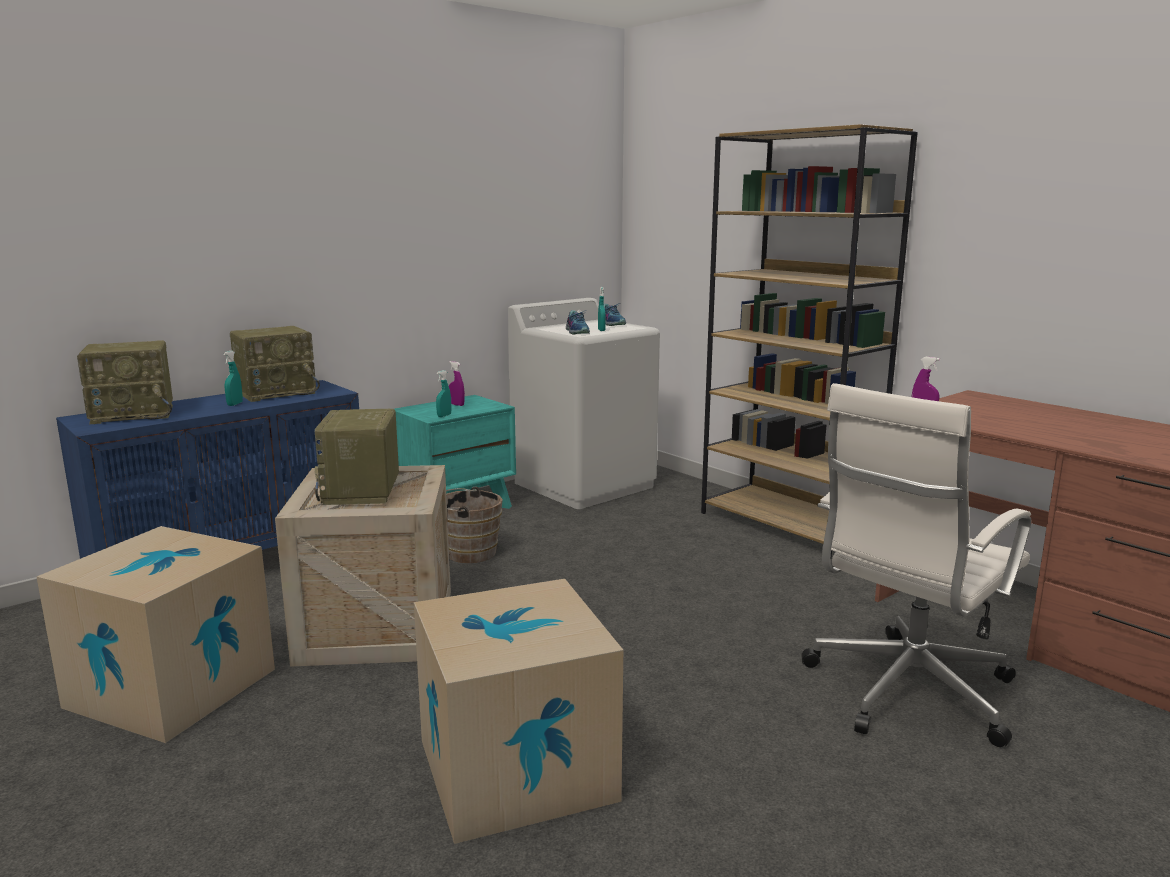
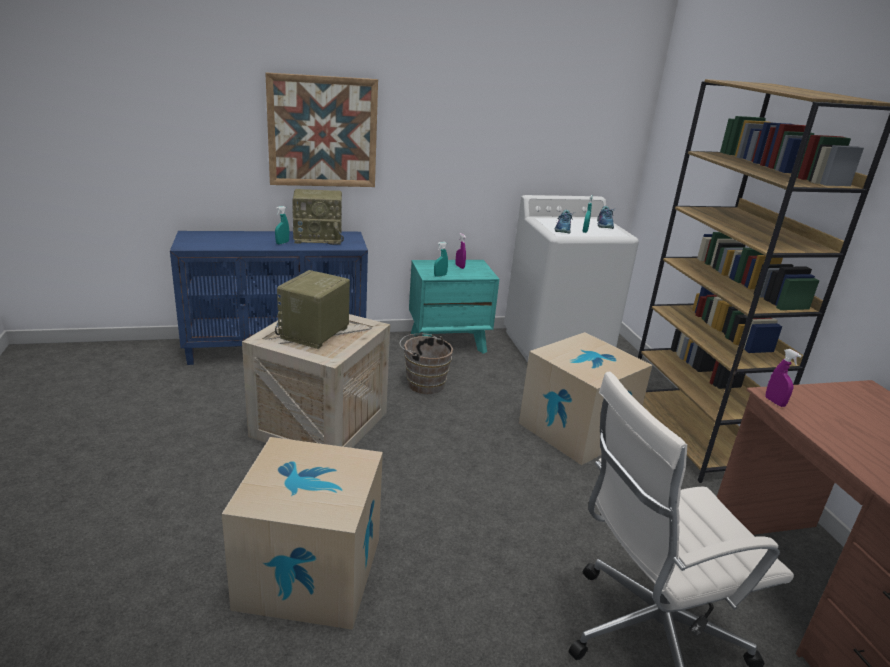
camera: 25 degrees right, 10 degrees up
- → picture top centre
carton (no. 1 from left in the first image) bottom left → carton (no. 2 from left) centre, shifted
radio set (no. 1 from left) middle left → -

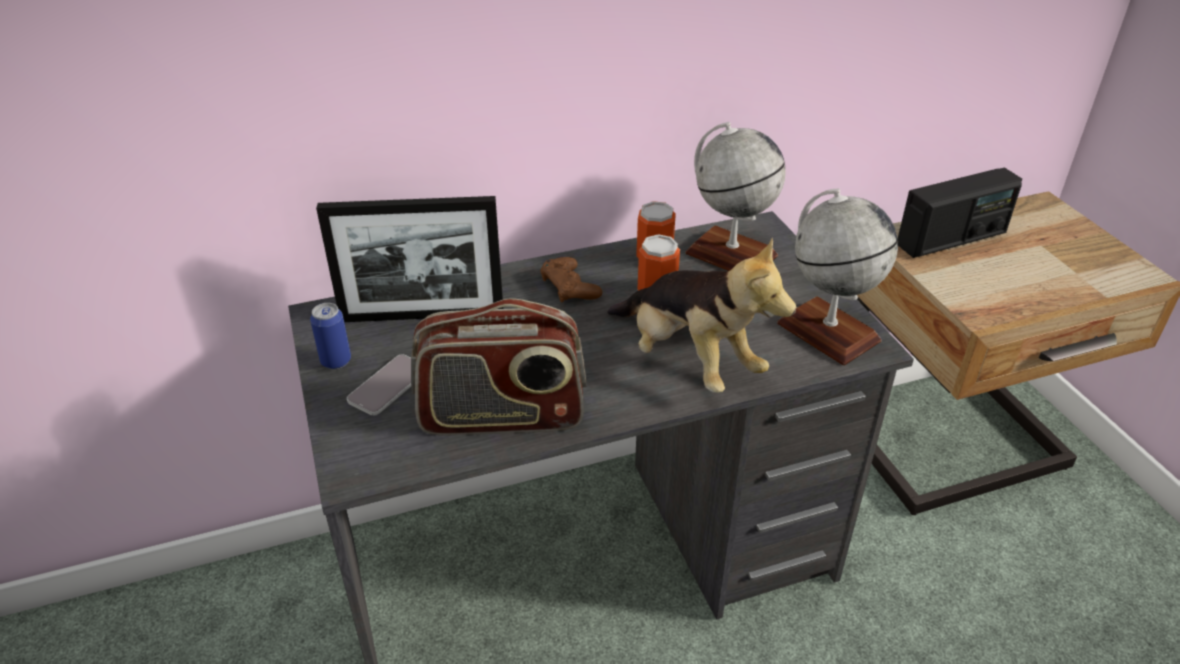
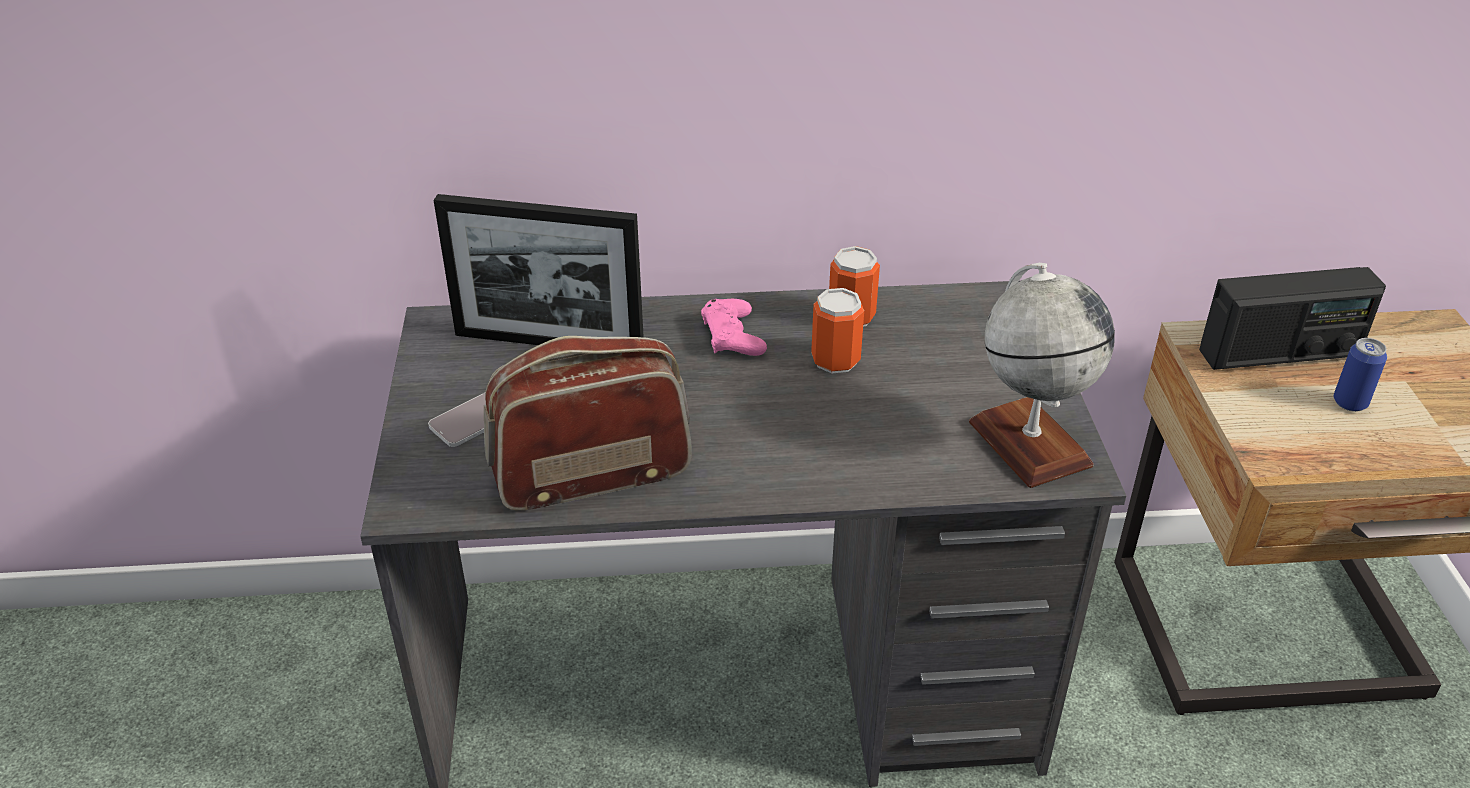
camera: 15 degrees right, 0 degrees up
radio set (no. 1 from left) centre, 150 degrees clockwise
brown-coloured game controller centre → pink-coloured game controller centre
can (no. 1 from left in the first image) middle left → can (no. 3 from left) middle right, shifted
plush toy centre → -
world globe (no. 1 from left) top centre → -

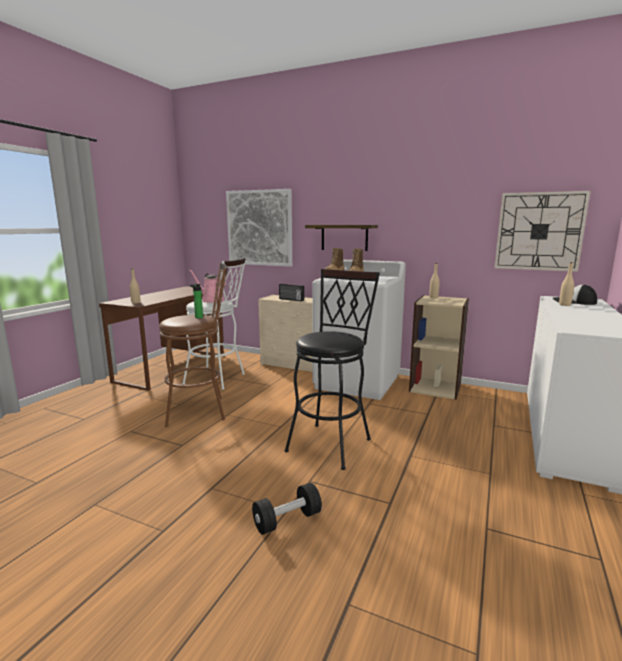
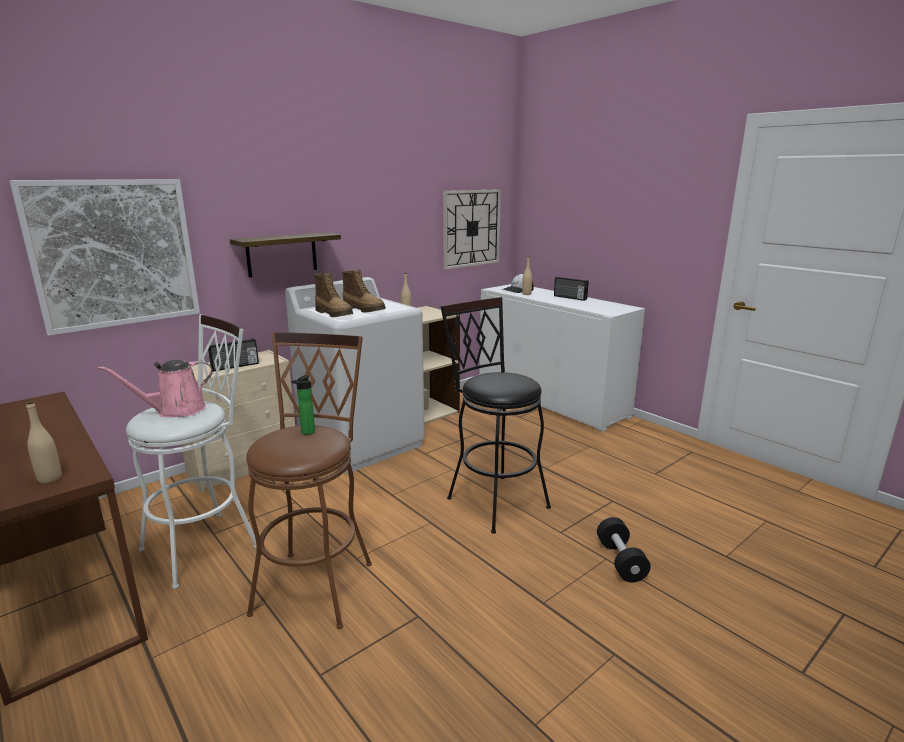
camera: 65 degrees left, 5 degrees up
- → radio set (no. 2 from left) centre

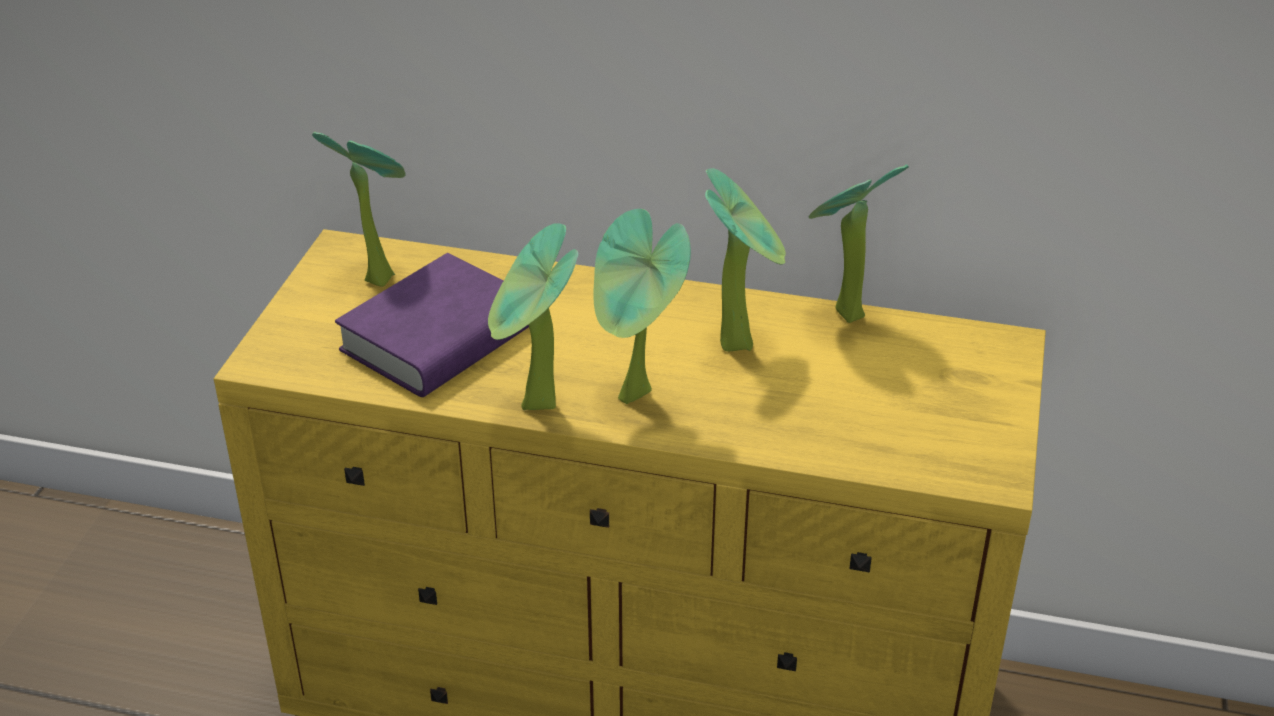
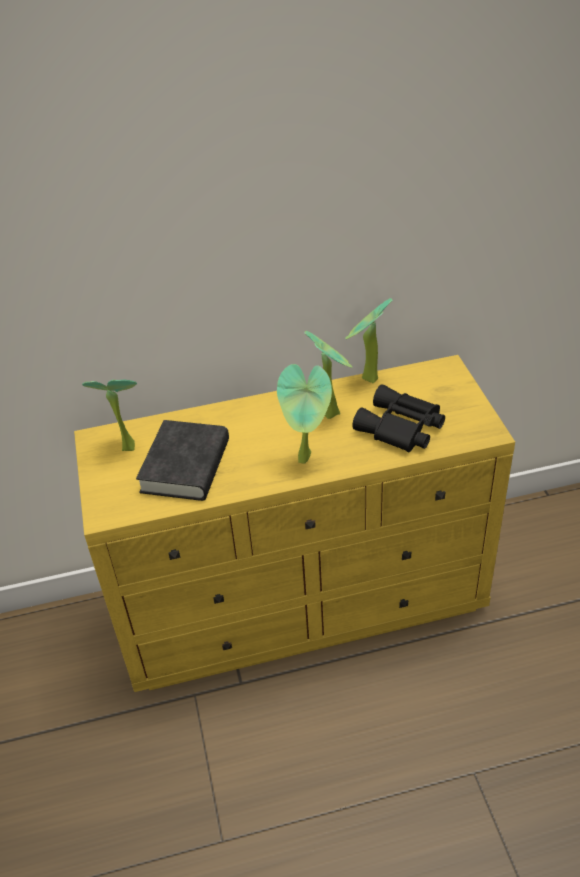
camera: 25 degrees left, 5 degrees up
purple bound book centre → blackish bound book middle left
- → blackish pair of binoculars middle right
potted plant (no. 2 from left) centre → -

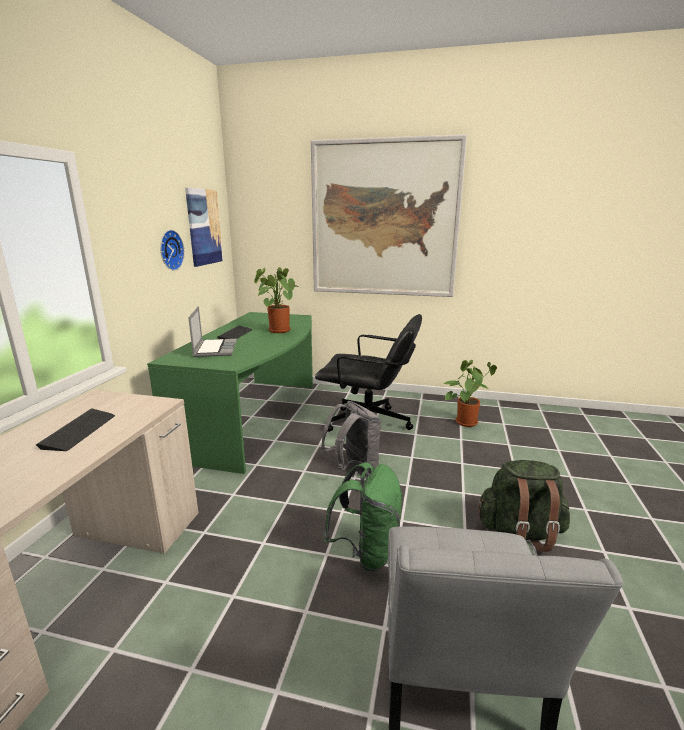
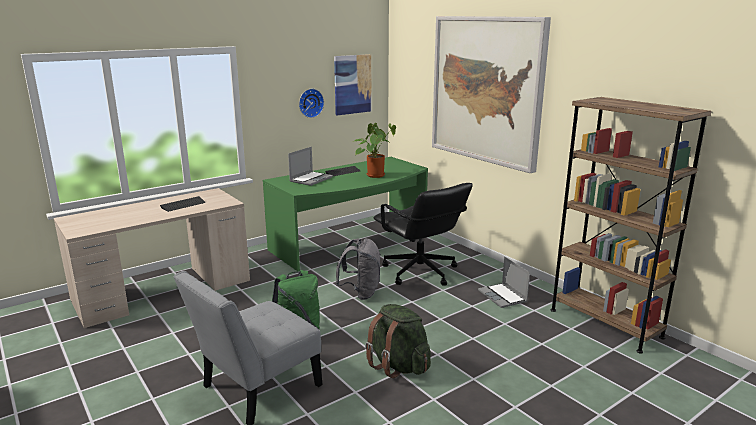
camera: 40 degrees right, 0 degrees up
potted plant (no. 2 from left) middle right → portable computer (no. 2 from left) middle right
- → brown-coloured bookshelf middle right

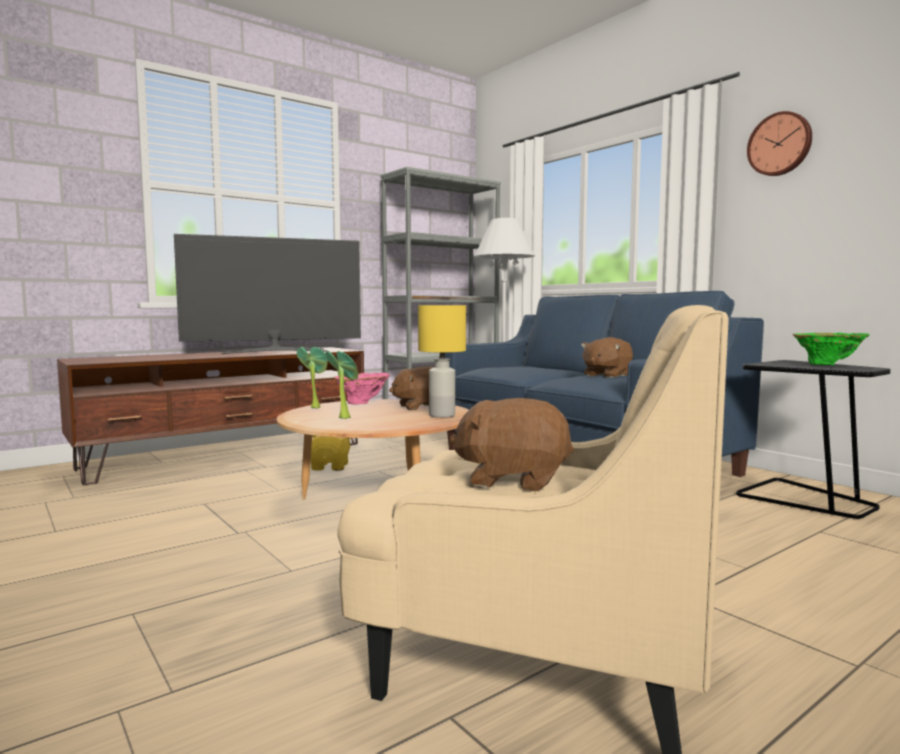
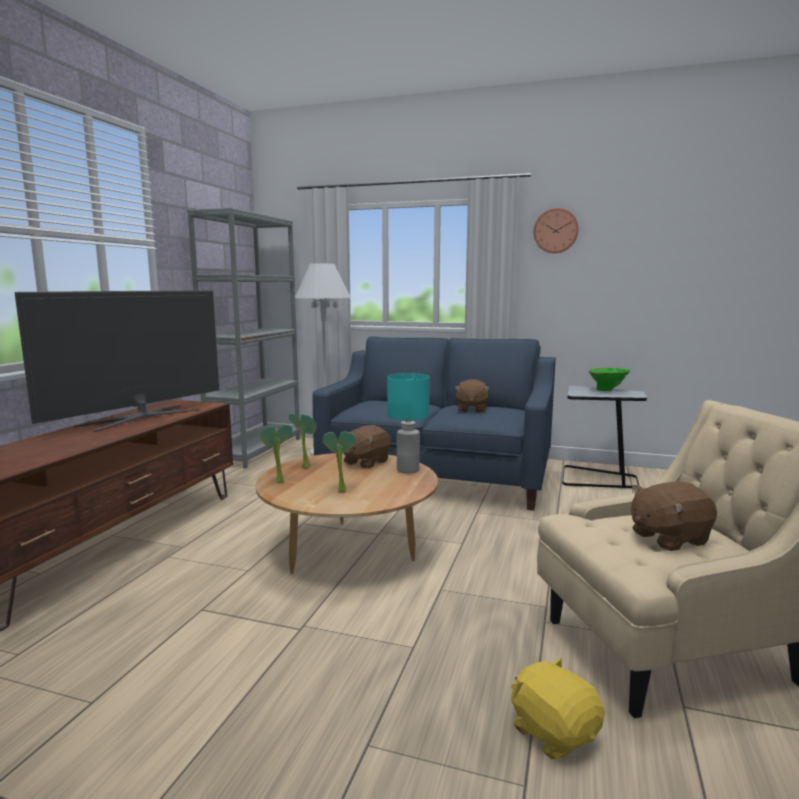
camera: 35 degrees left, 5 degrees up
pink-coloured decorative vase centre → potted plant (no. 2 from left) centre
yellowish tabletop lamp centre → blue-green tabletop lamp centre
yellowish plush toy centre → yellowish plush toy bottom right, shifted

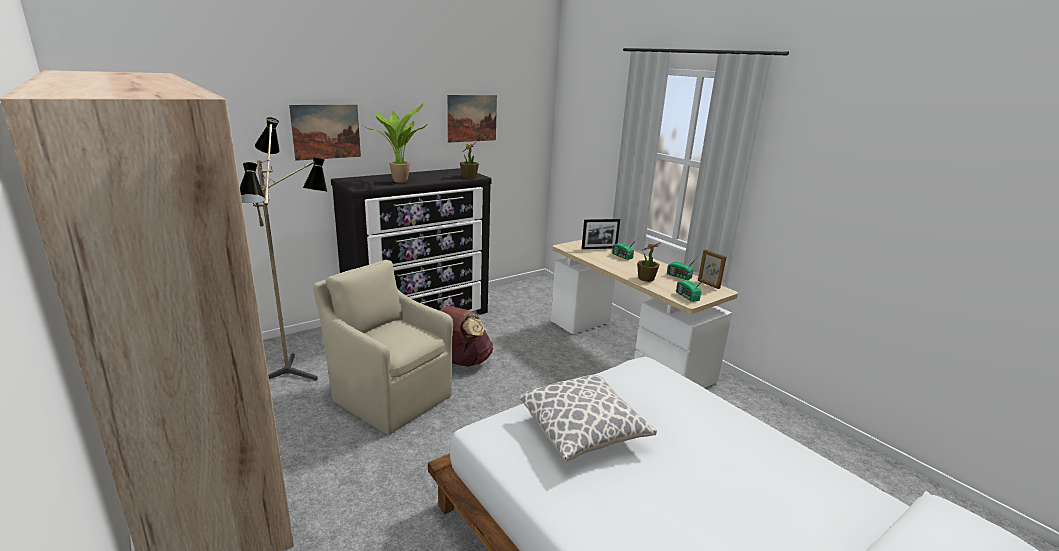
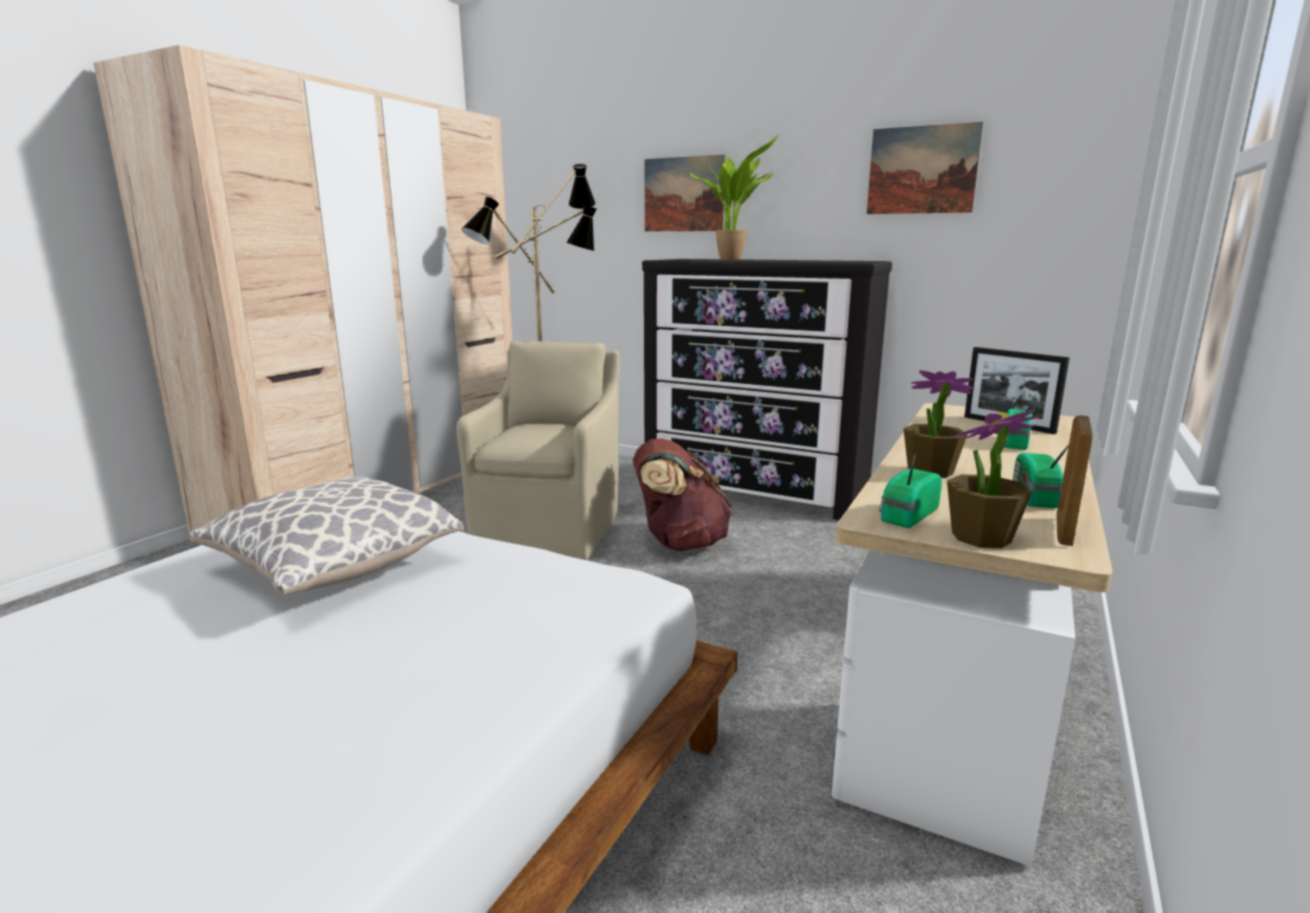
camera: 65 degrees right, 5 degrees down
potted plant (no. 2 from left in the first image) top centre → potted plant (no. 3 from left) middle right, shifted

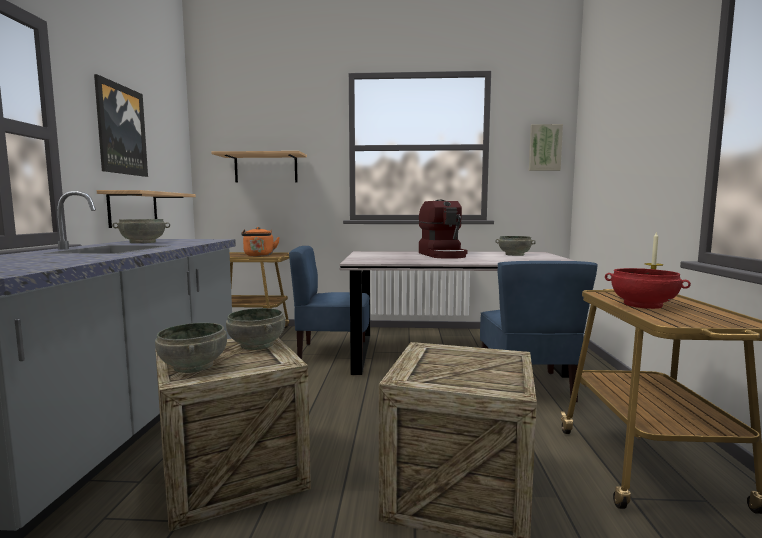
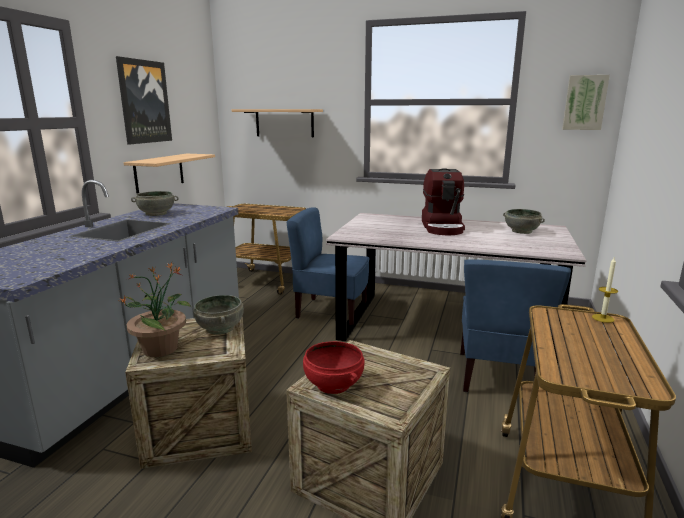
camera: 15 degrees right, 10 degrees up
greyish bowl (no. 2 from left) middle left → potted plant middle left
reddish bowl middle right → reddish bowl bottom centre, shifted
orangey tea kettle centre → -

